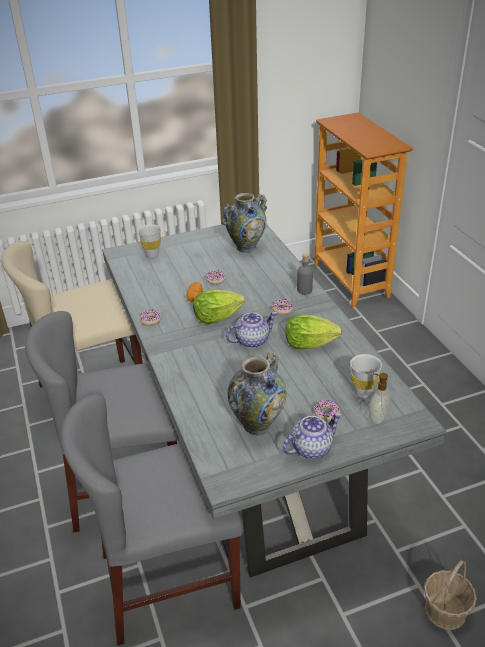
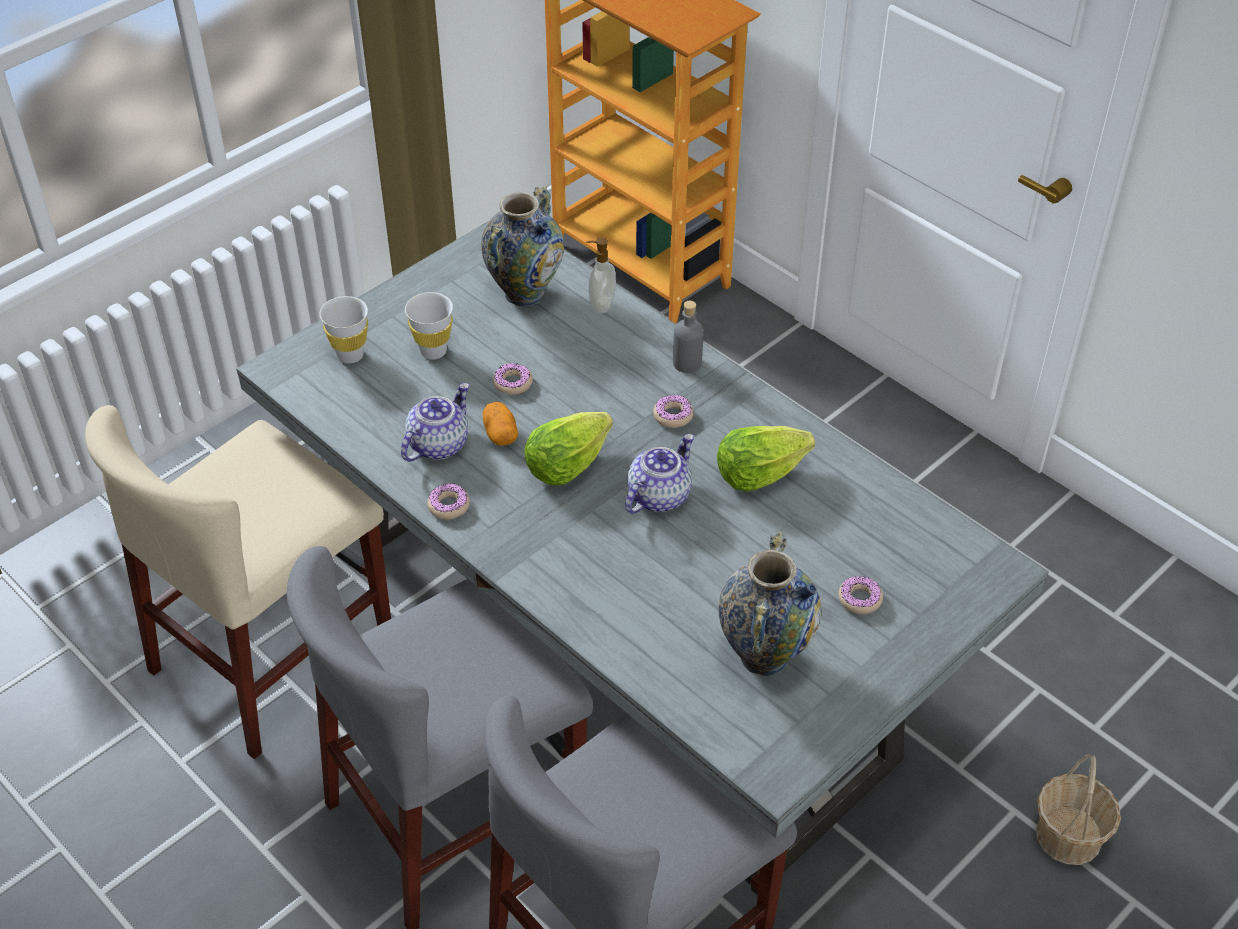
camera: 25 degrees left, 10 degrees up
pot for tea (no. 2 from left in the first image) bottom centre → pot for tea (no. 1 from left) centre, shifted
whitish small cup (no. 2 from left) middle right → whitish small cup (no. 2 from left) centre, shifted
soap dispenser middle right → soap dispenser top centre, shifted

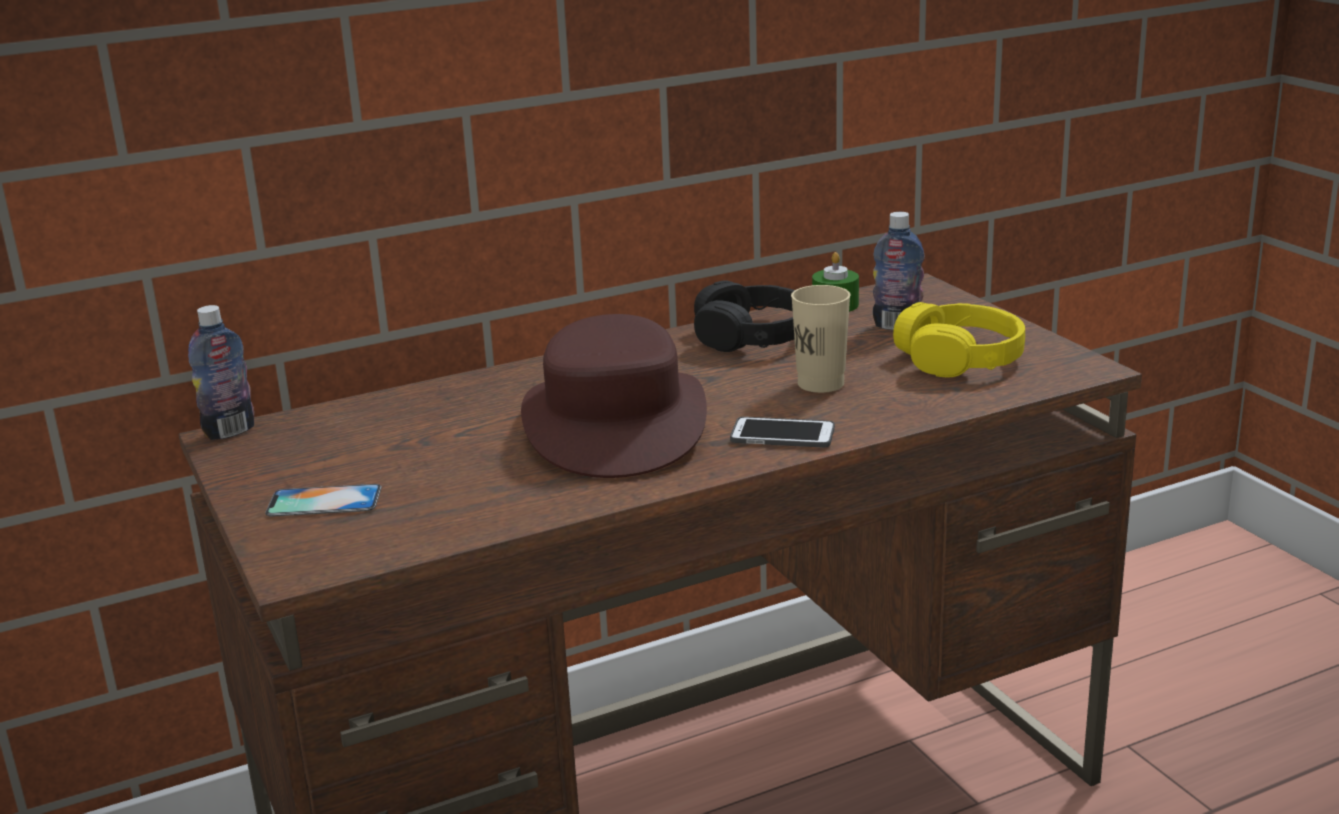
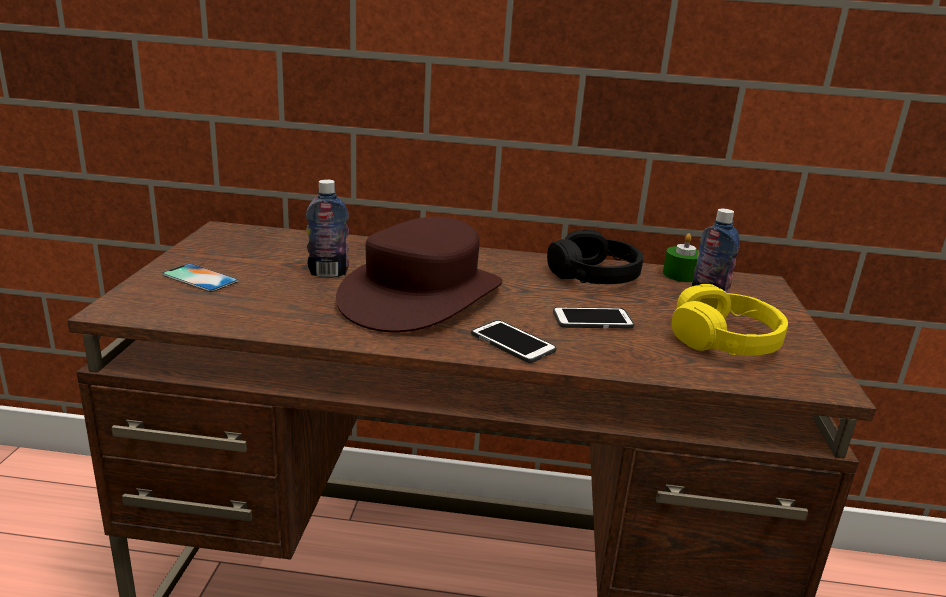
camera: 30 degrees right, 0 degrees up
drink bottle (no. 1 from left) middle left → drink bottle (no. 1 from left) centre, shifted
sand-coloured small cup centre → phone (no. 3 from left) centre

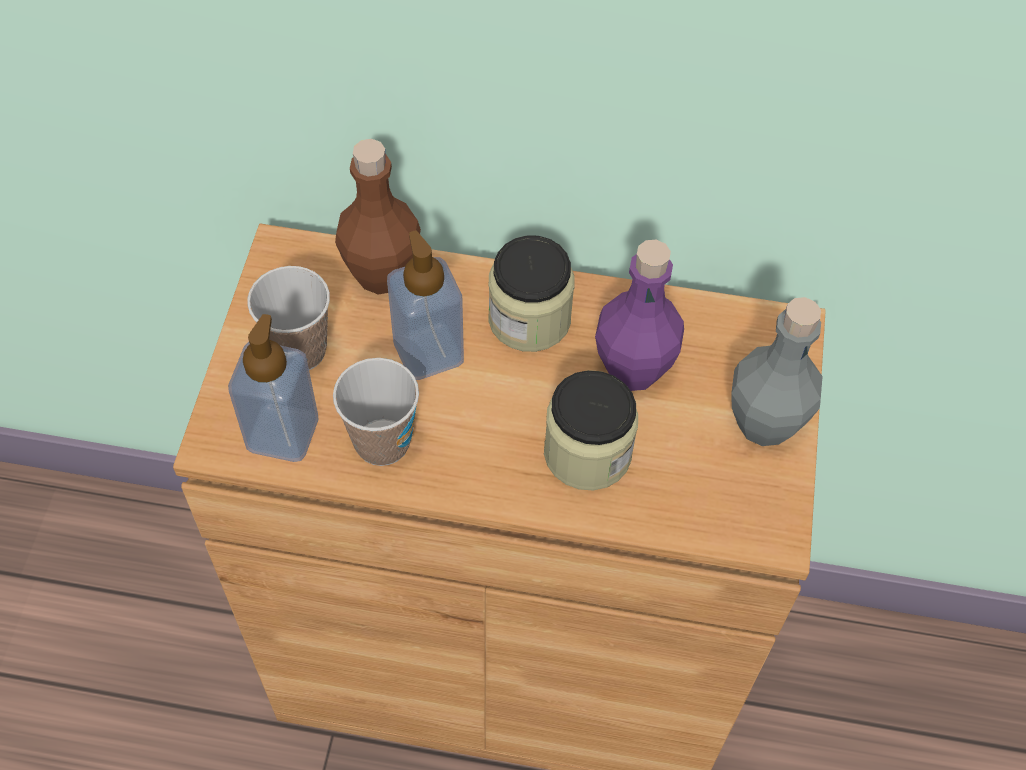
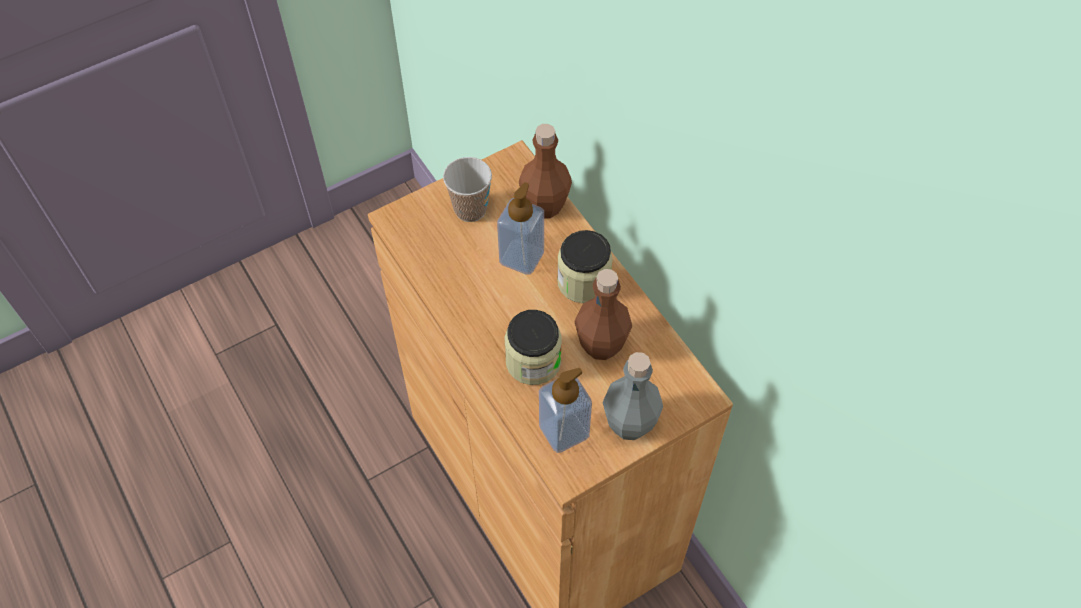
camera: 50 degrees right, 0 degrees up
soap dispenser (no. 1 from left in the first image) middle left → soap dispenser (no. 2 from left) bottom centre, shifted
purple drink bottle centre → brown-coloured drink bottle (no. 2 from left) centre
small cup (no. 2 from left) centre → -

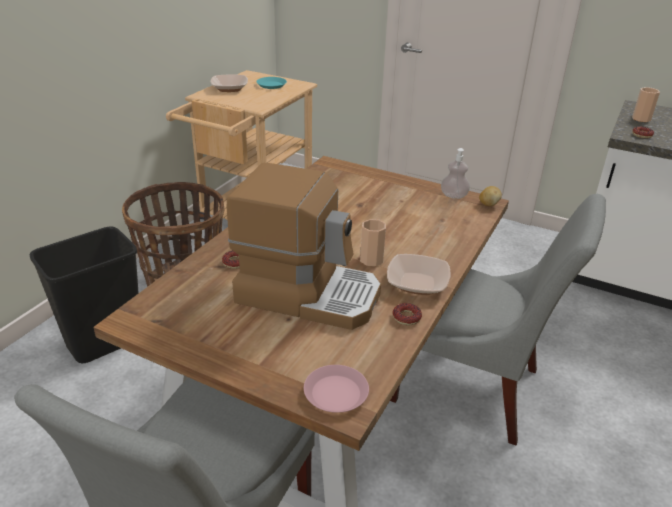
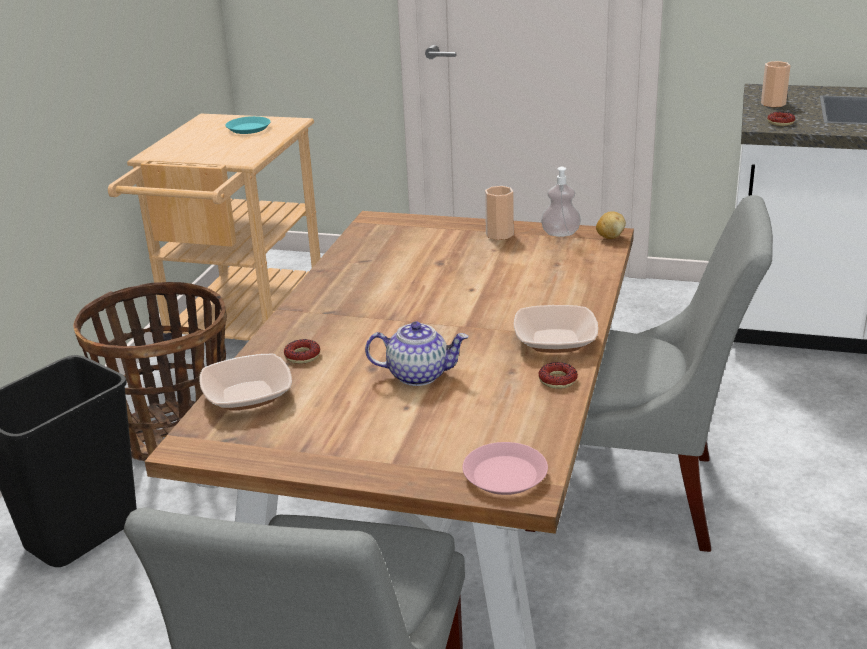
camera: 10 degrees left, 5 degrees down
bowl (no. 1 from left) top centre → bowl (no. 1 from left) middle left, shifted
coffee brewer centre → pot for tea centre
small cup (no. 1 from left) centre → small cup (no. 1 from left) top centre, shifted

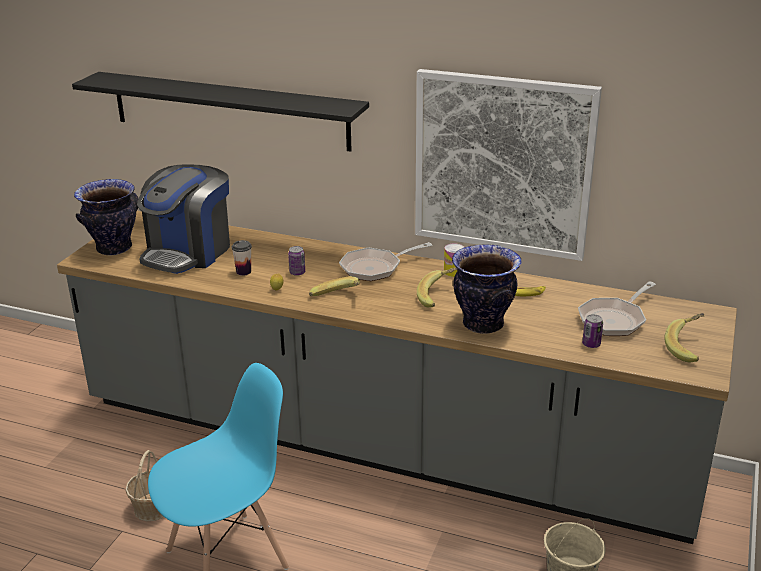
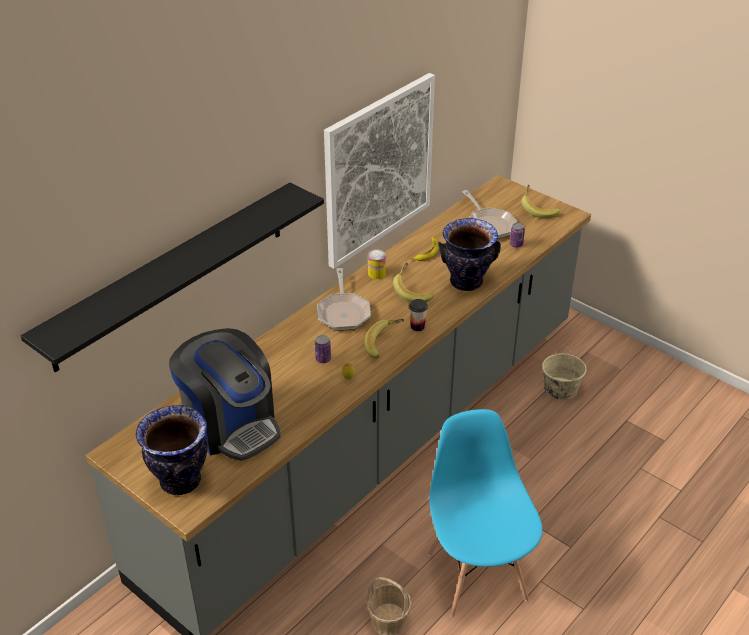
camera: 70 degrees left, 10 degrees up
small cup middle left → small cup centre, shifted

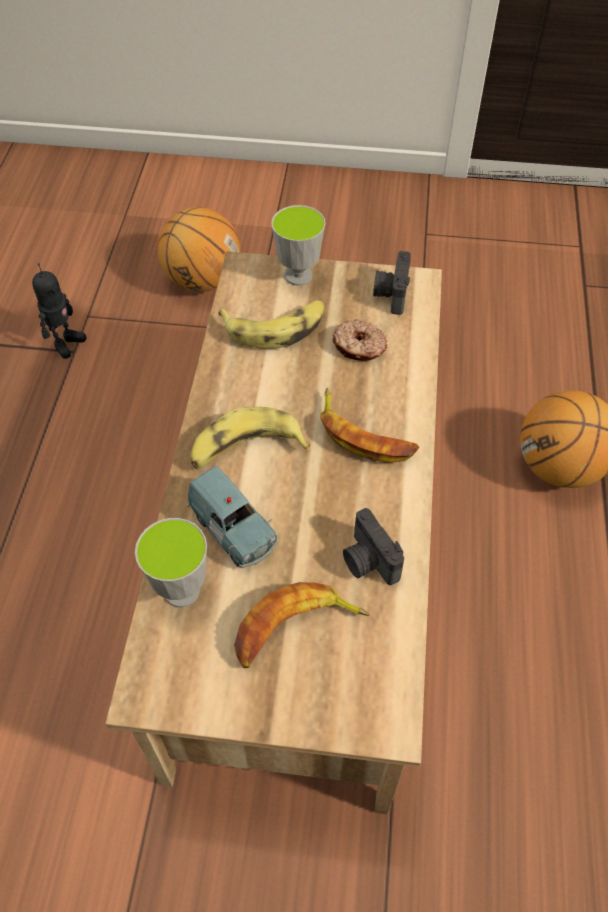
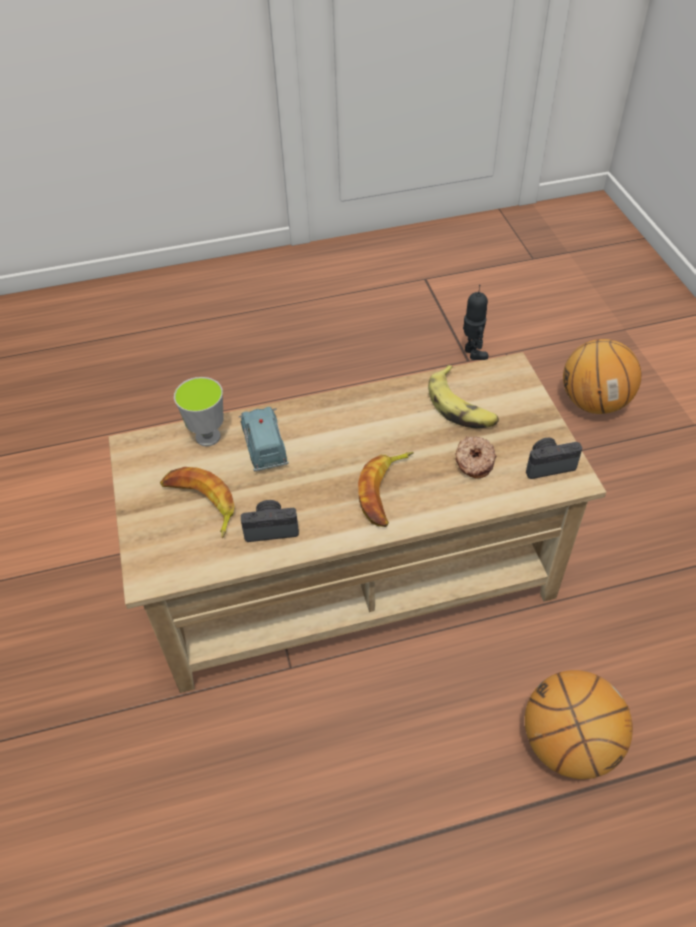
camera: 70 degrees right, 5 degrees down
bluish toy car centre, 135 degrees clockwise
photo camera (no. 1 from left) centre, 45 degrees clockwise
toy robot middle left → toy robot middle right, 120 degrees counterclockwise
banana (no. 1 from left) centre → -
small cup (no. 2 from left) top centre → -

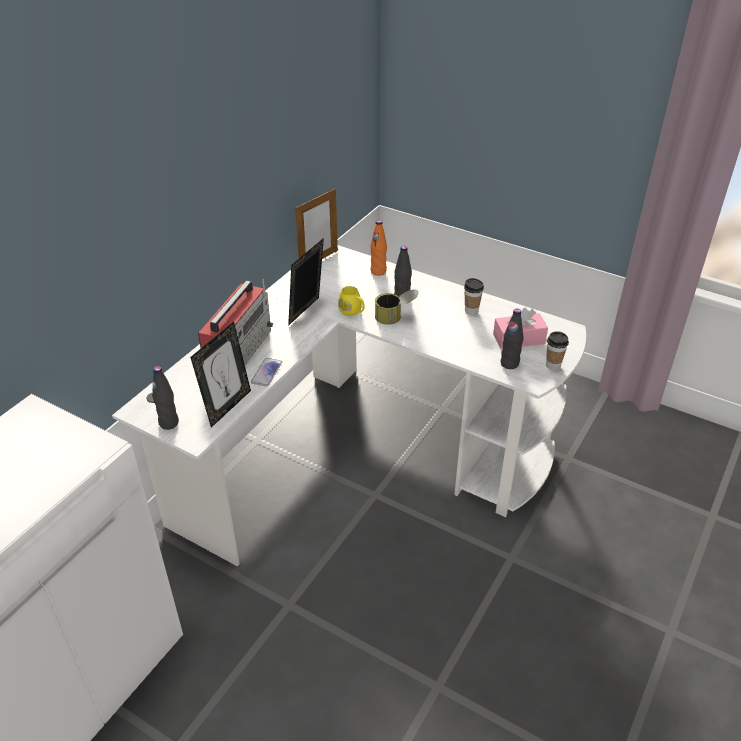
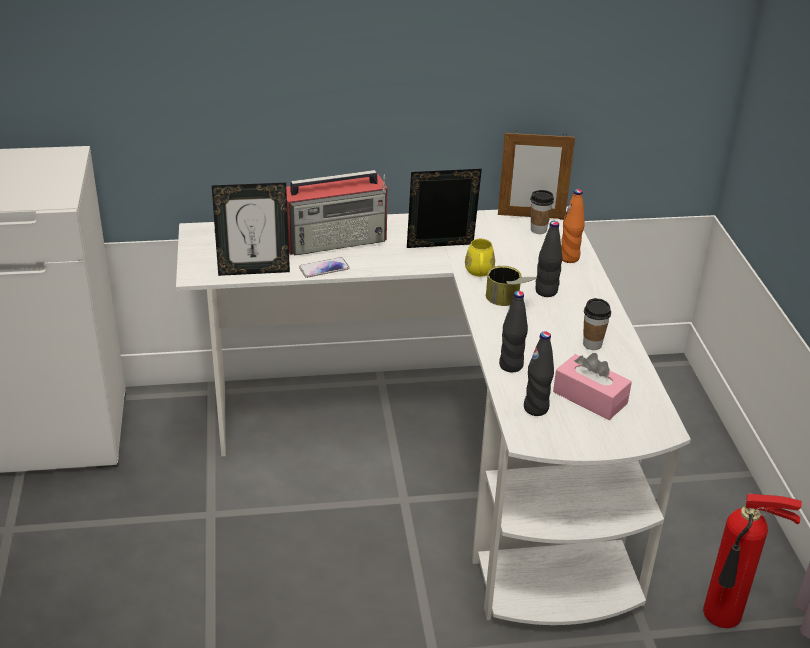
camera: 50 degrees right, 5 degrees down
blackish drink bottle (no. 1 from left) middle left → blackish drink bottle (no. 1 from left) centre, shifted
small cup (no. 2 from left in the first image) middle right → small cup (no. 1 from left) top right, shifted
- → fire extinguisher bottom right

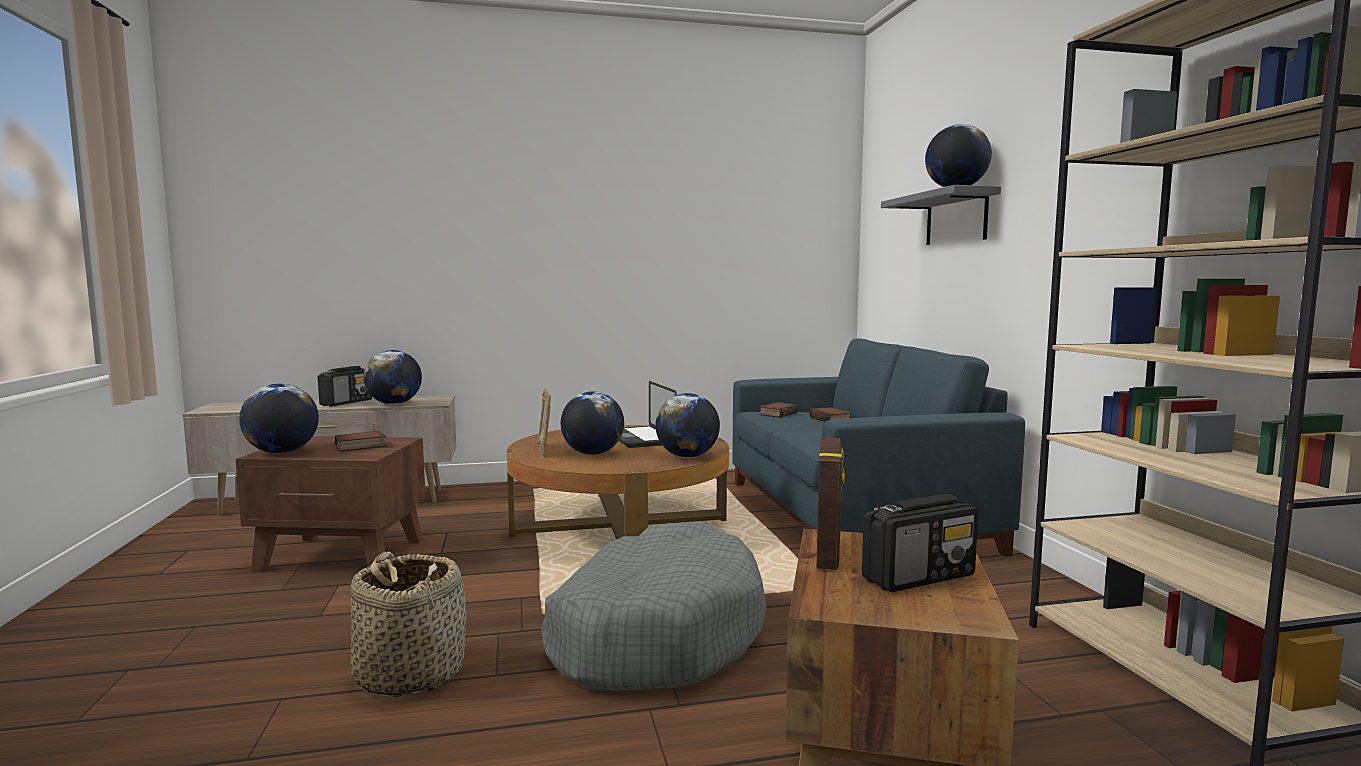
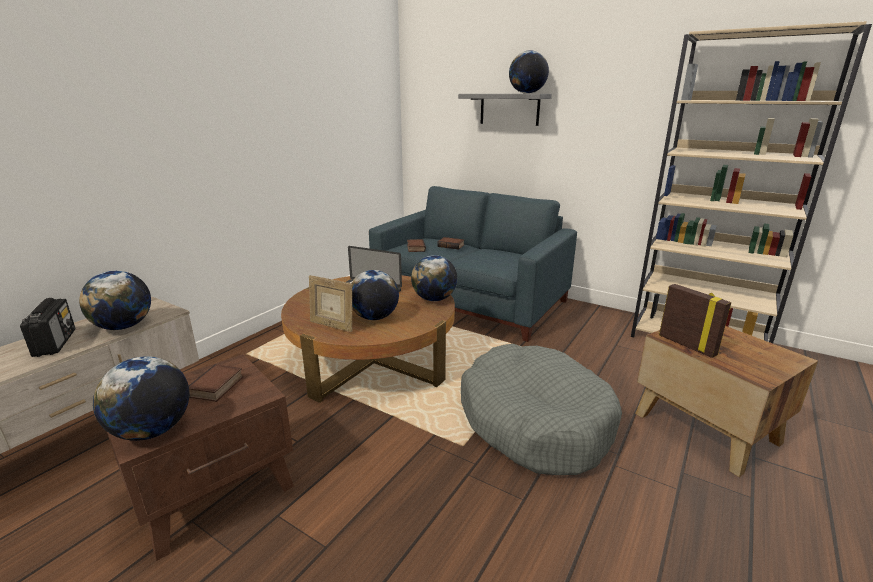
camera: 45 degrees left, 15 degrees up
household basket bottom left → -
radio set (no. 2 from left) bottom right → -

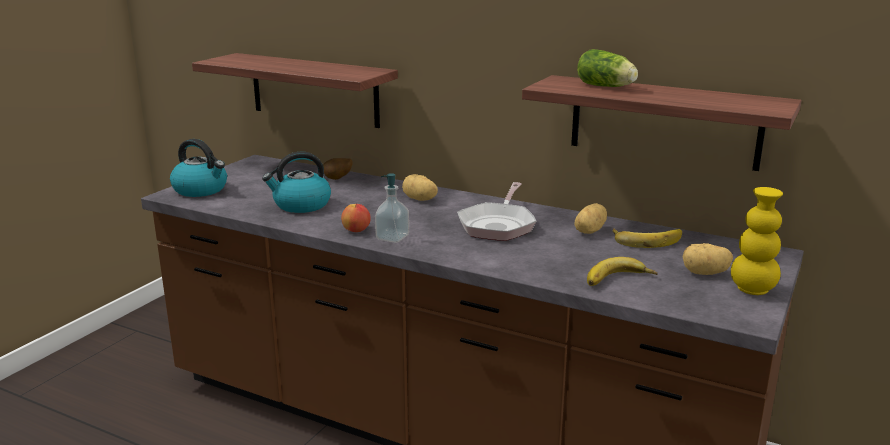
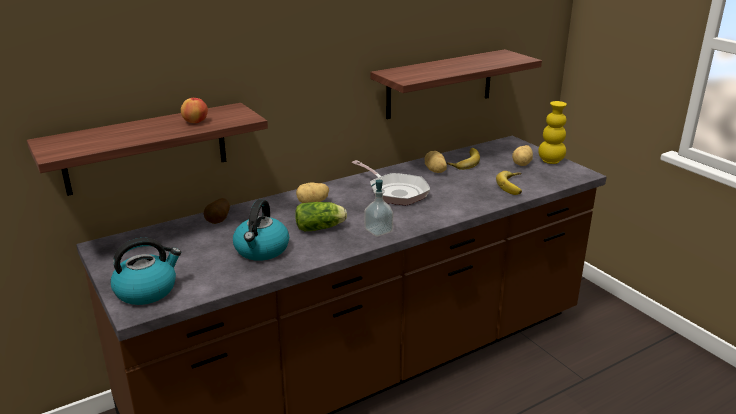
camera: 60 degrees left, 5 degrees up
apple centre → apple top left, shifted
head of lettuce top right → head of lettuce centre, shifted

